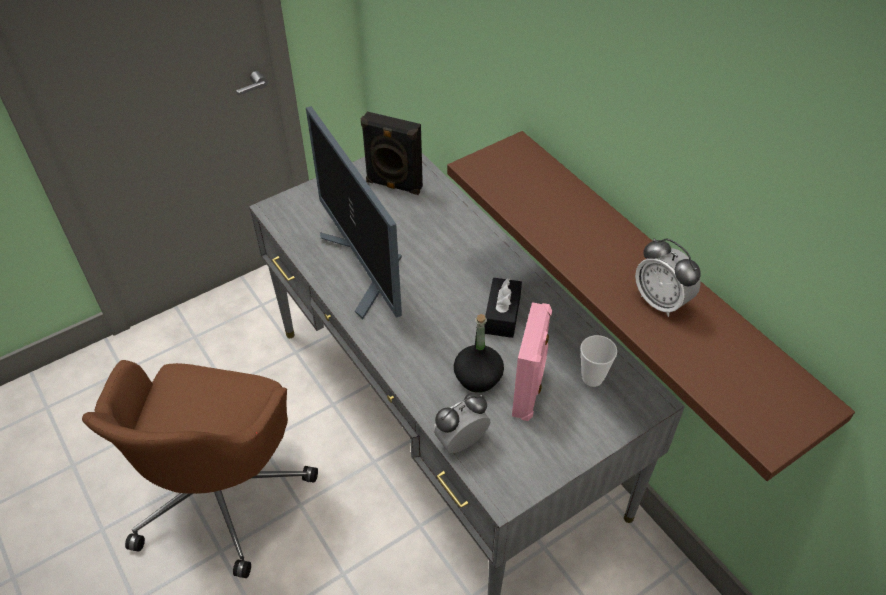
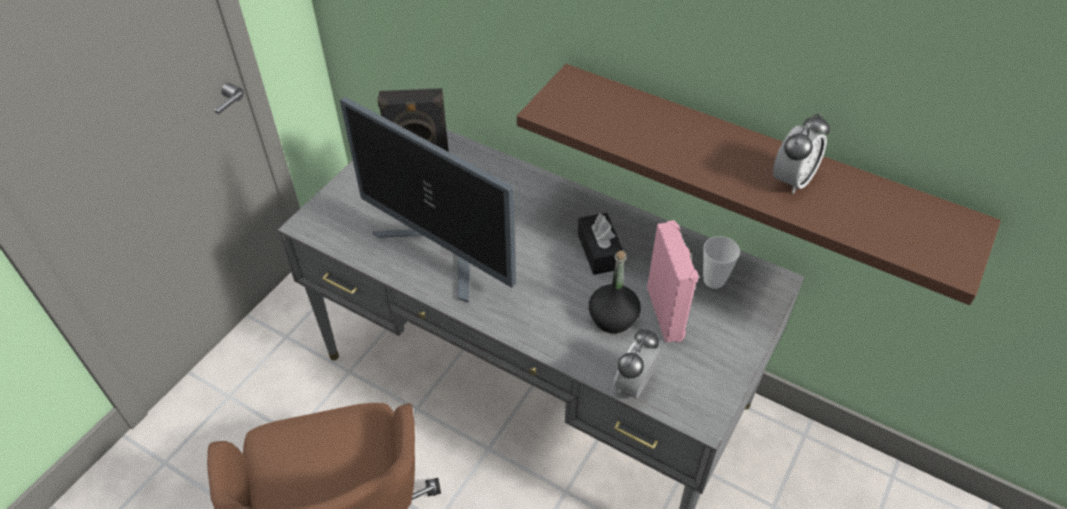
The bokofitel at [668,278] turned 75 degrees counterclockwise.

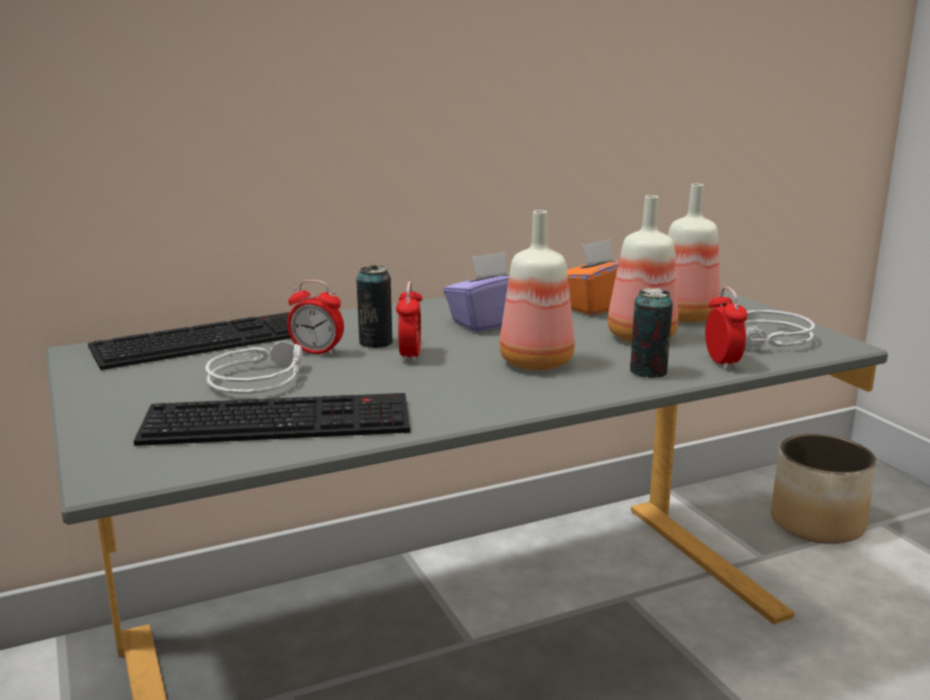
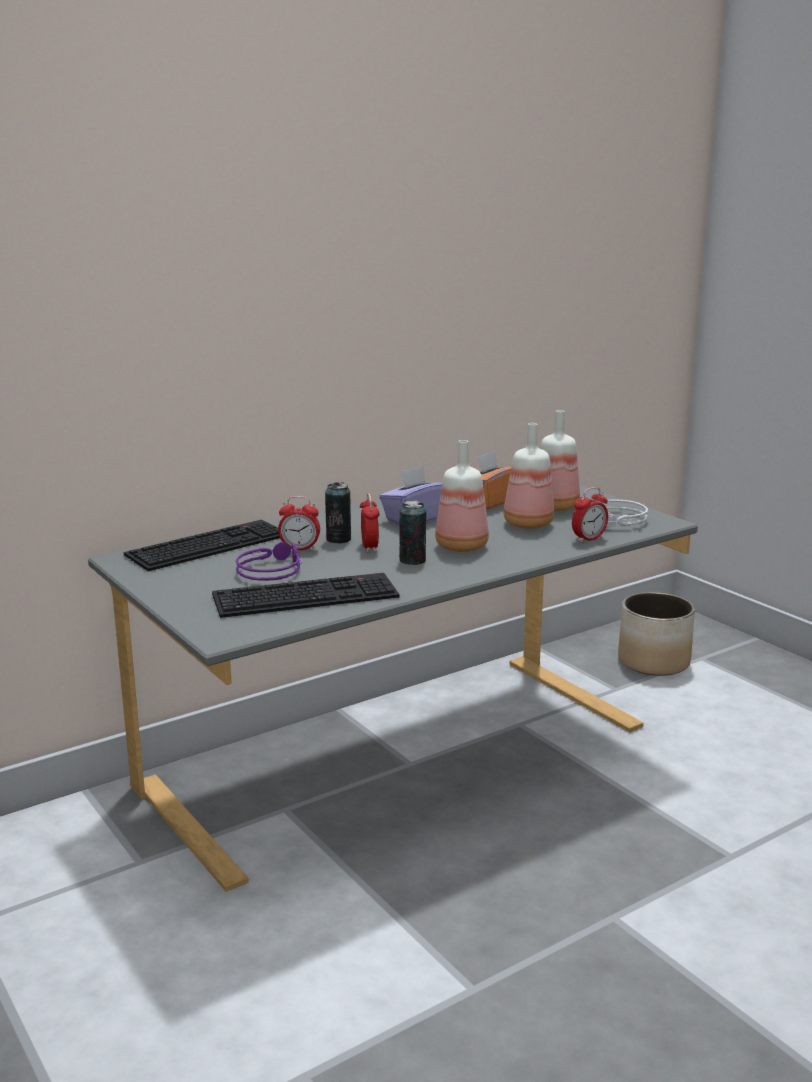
The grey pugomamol at [254,367] became the purple pugomamol at [268,561].
The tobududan moved from [651,333] to [412,533].
The bokofitel at [726,328] turned 75 degrees clockwise.

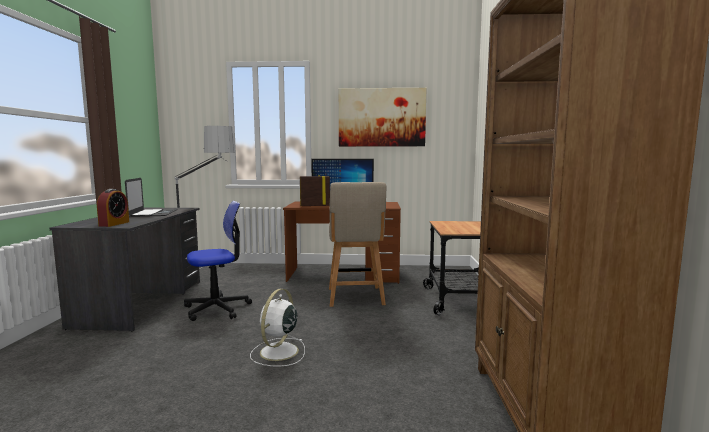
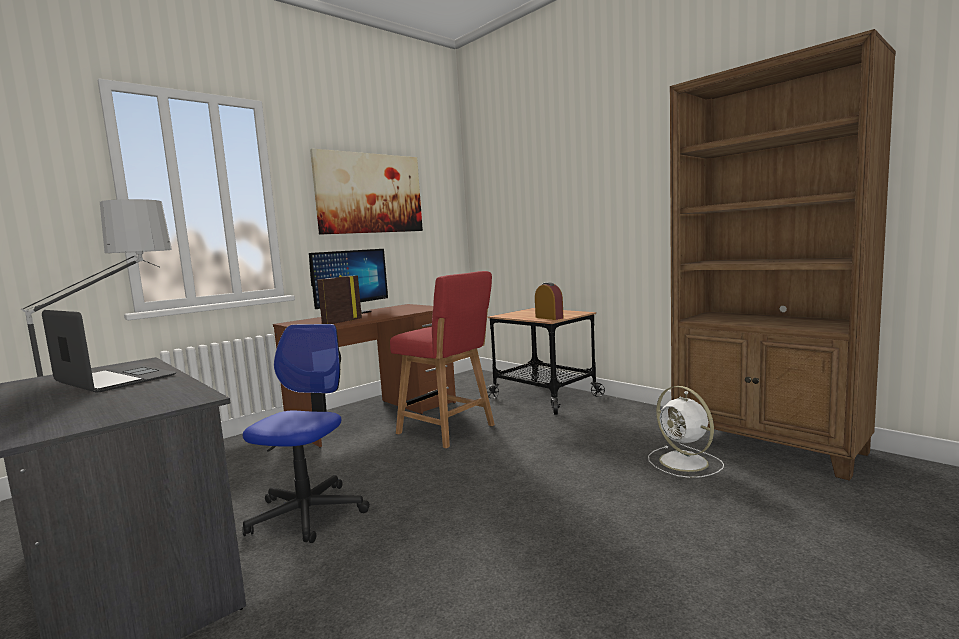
The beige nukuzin at [357,244] became the red nukuzin at [442,359].
The bokofitel moved from [113,208] to [549,301].
The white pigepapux moved from [277,328] to [686,432].

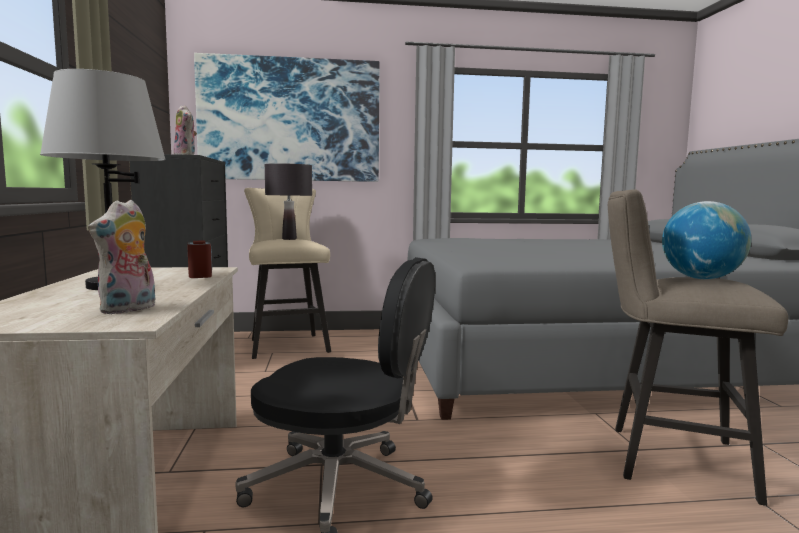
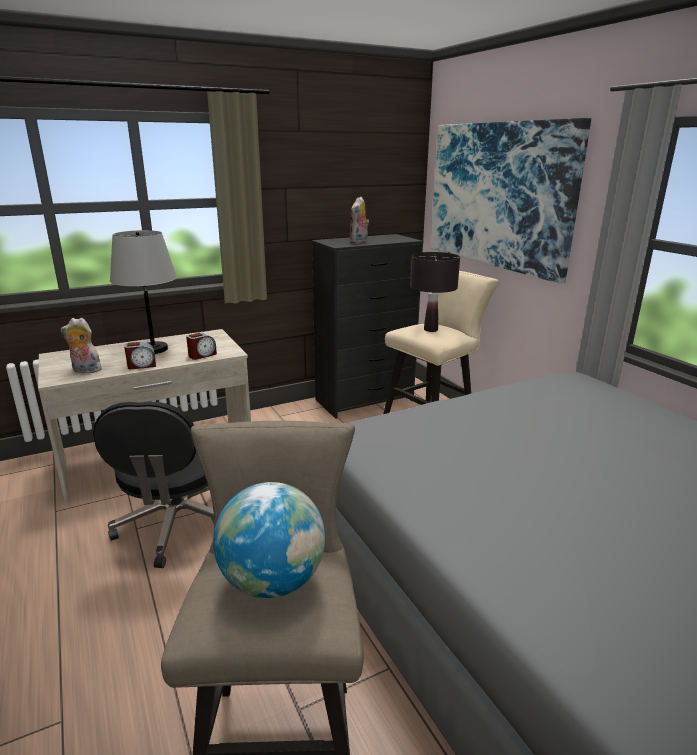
The bokofitel at [140,355] appeared.

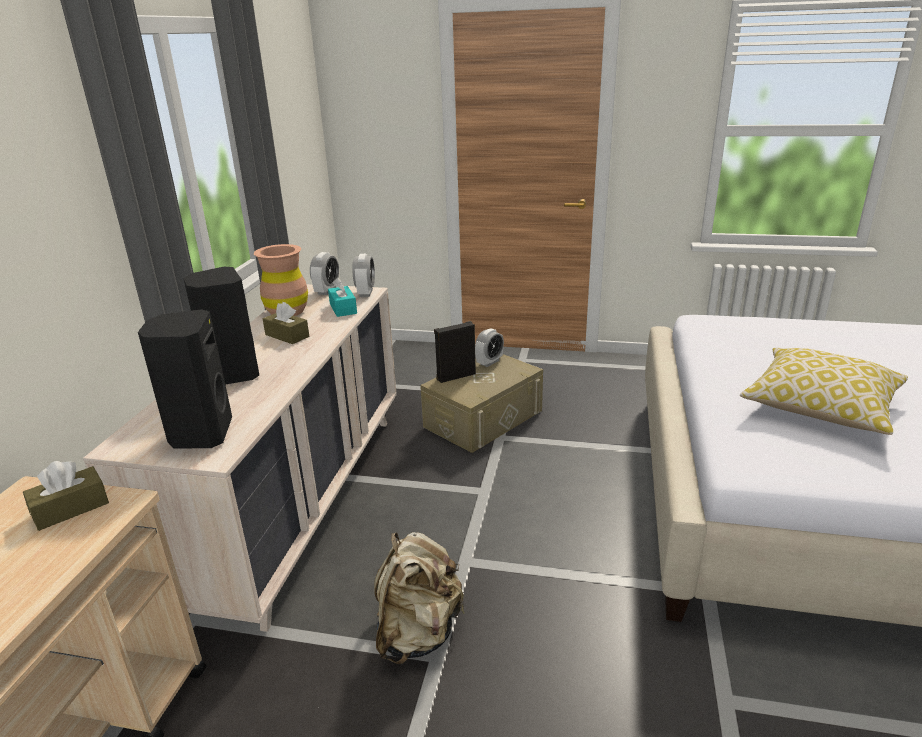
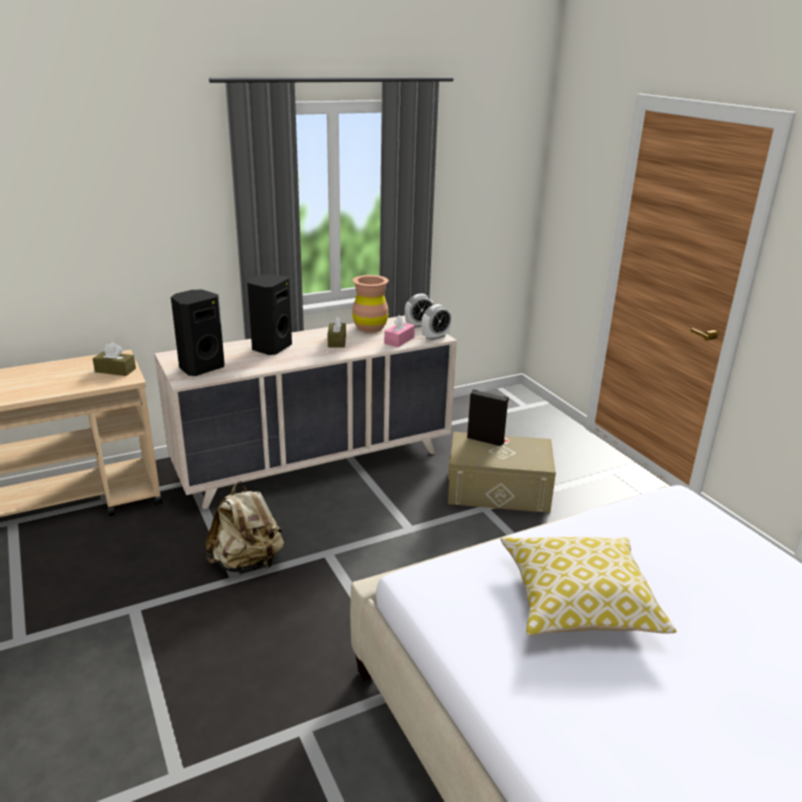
The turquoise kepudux at [342,297] became the pink kepudux at [399,331].
The bokofitel at [489,347] disappeared.

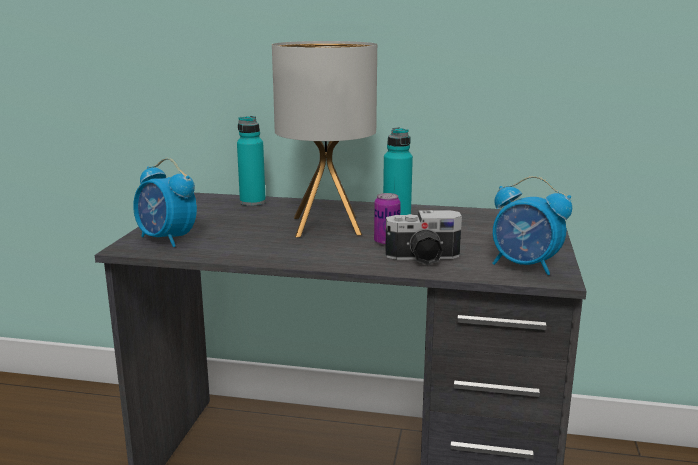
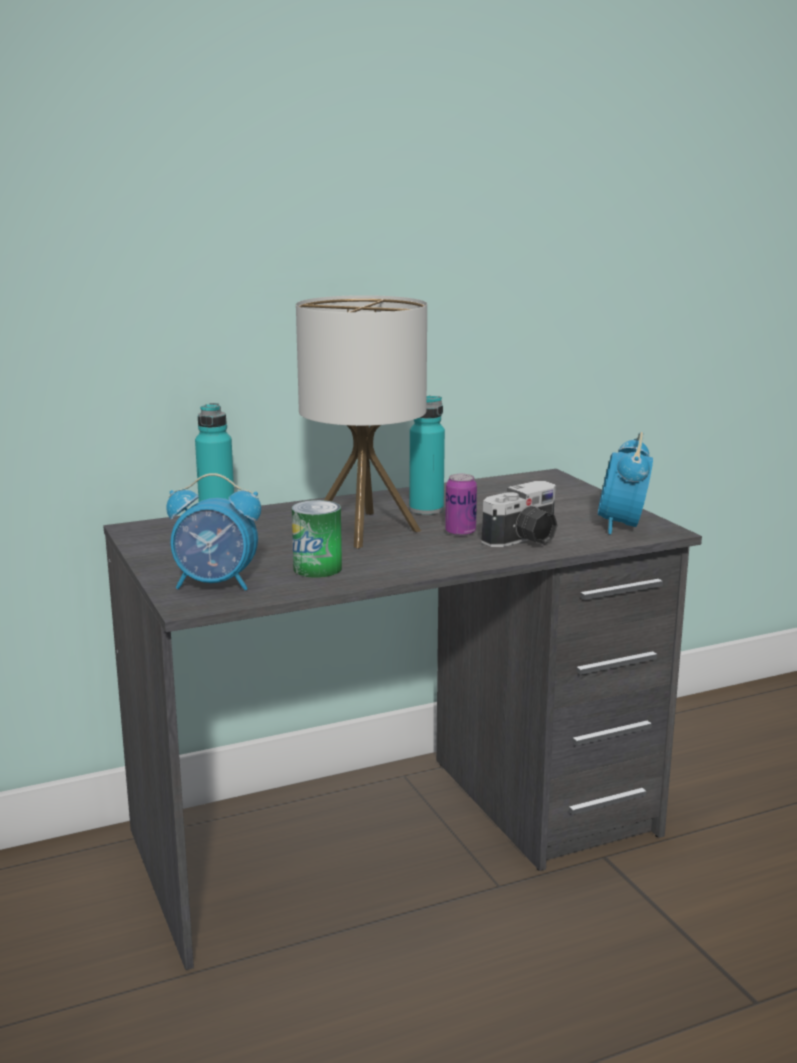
The tobududan at [317,539] appeared.
The bokofitel at [532,225] turned 105 degrees clockwise.

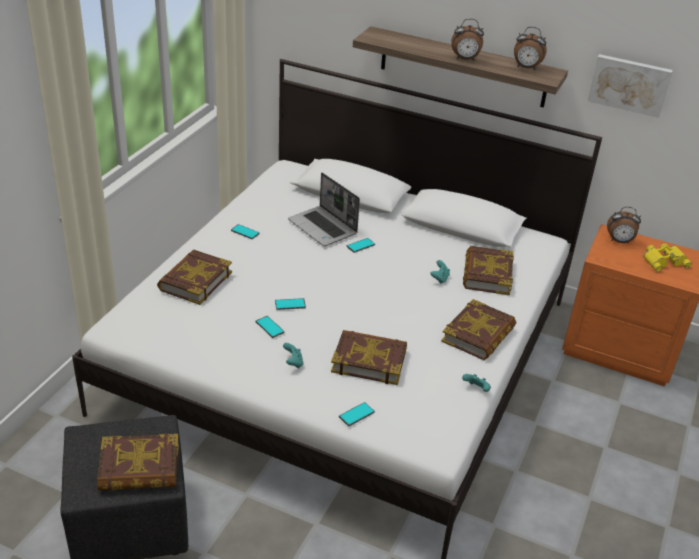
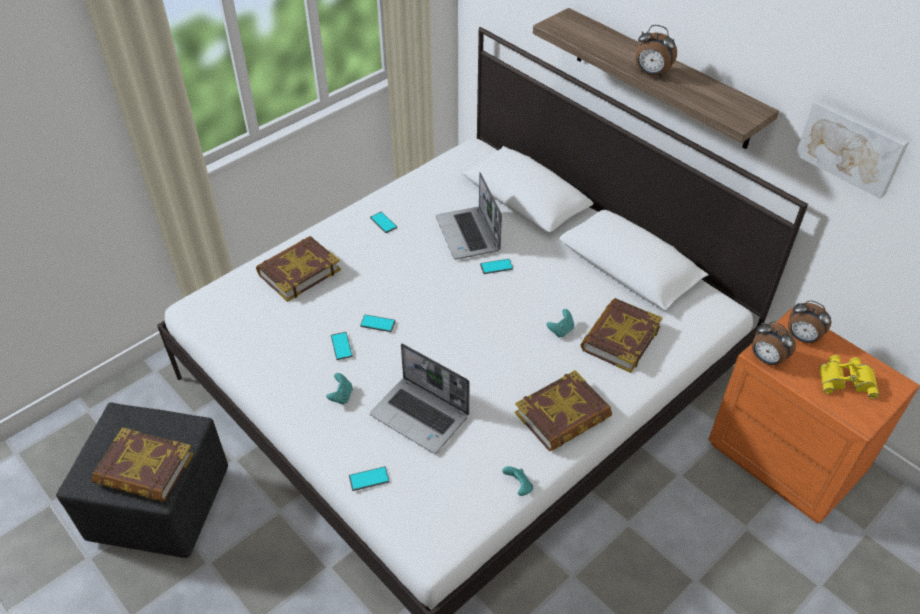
The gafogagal at [369,357] was replaced by the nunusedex at [420,398].
The bokofitel moved from [530,48] to [774,343].

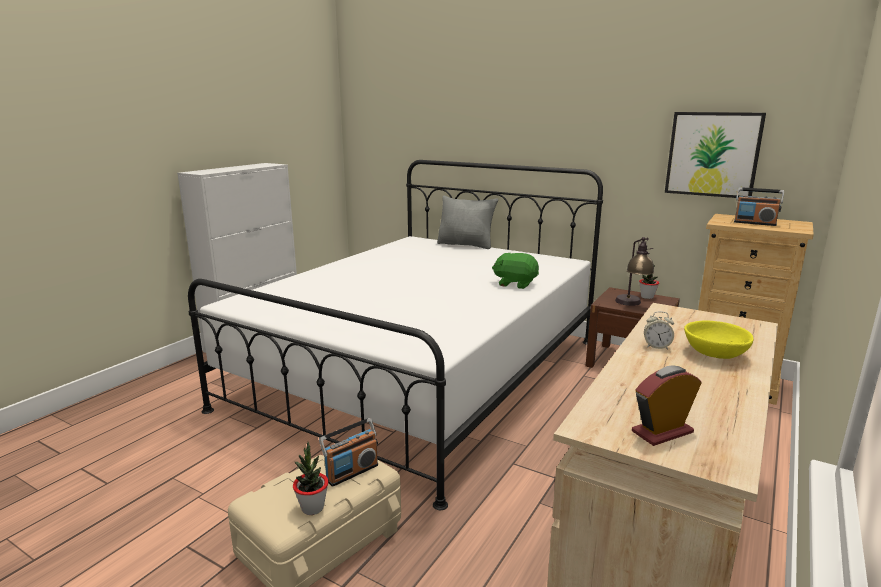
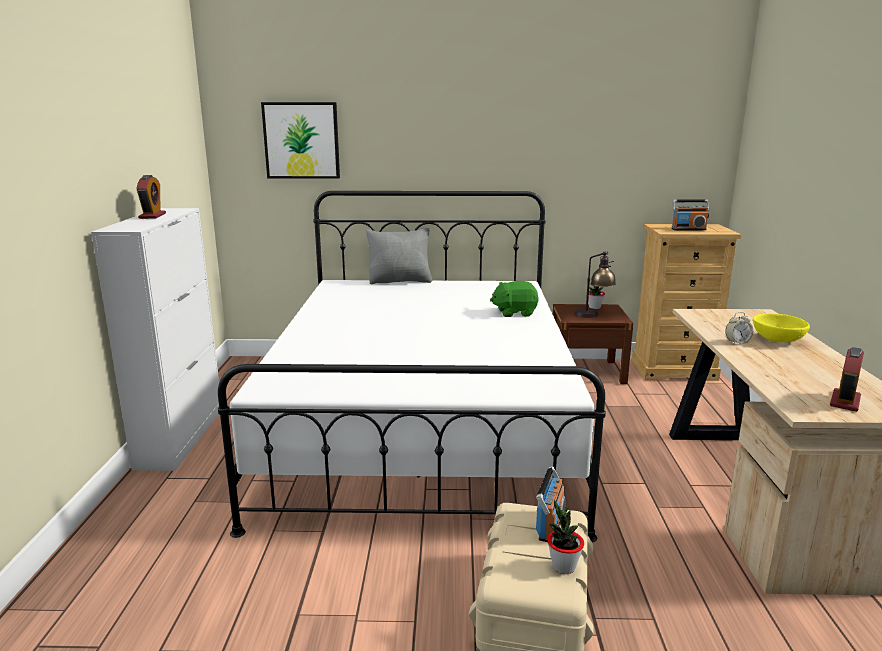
The bokofitel at [151,197] appeared.
The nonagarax moved from [715,155] to [300,140].

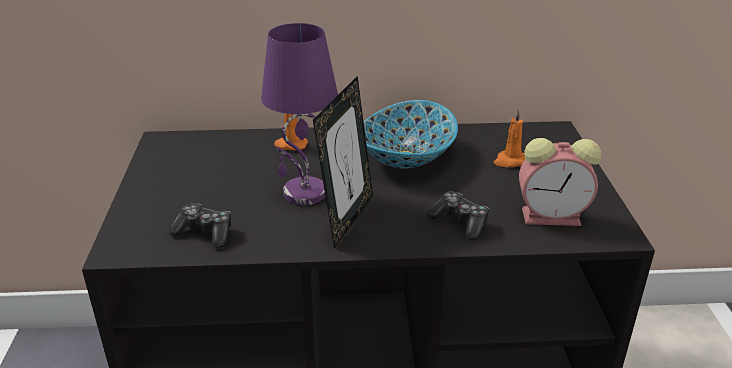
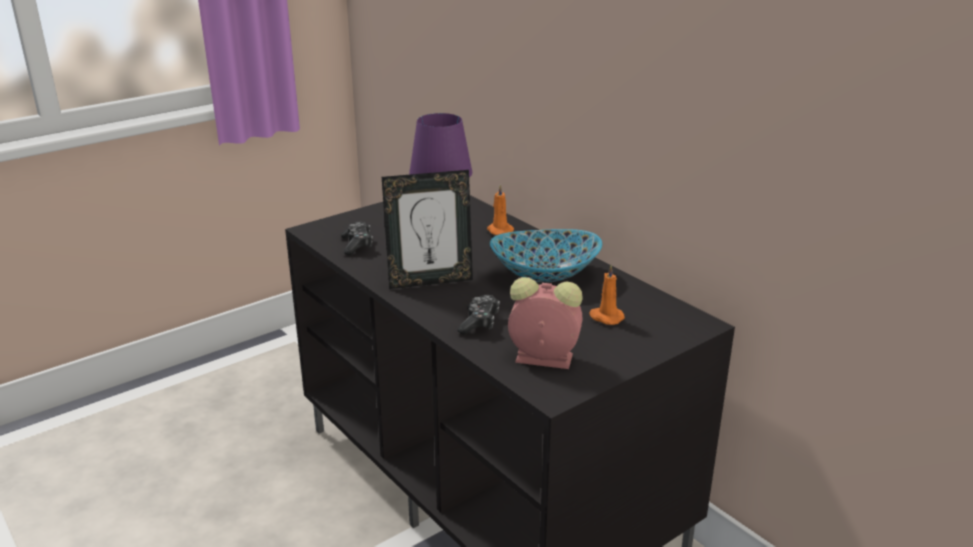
The bokofitel at [560,182] turned 135 degrees clockwise.

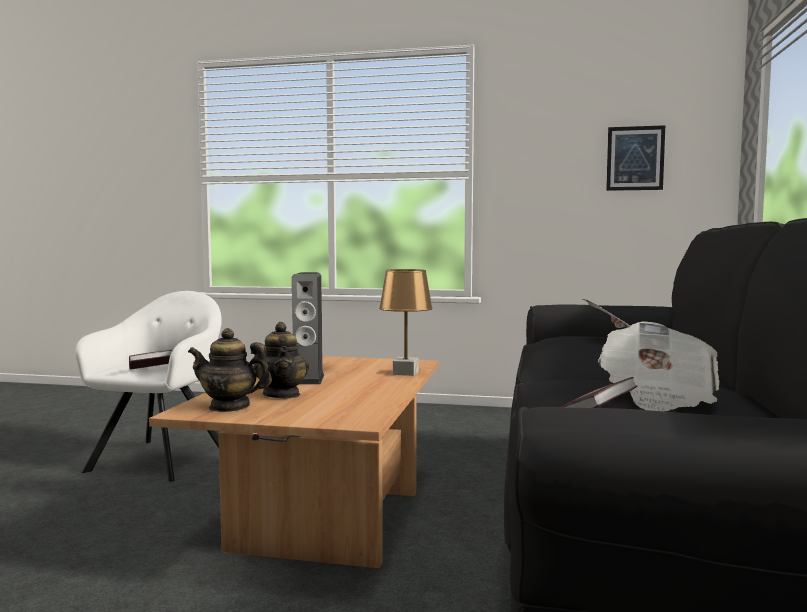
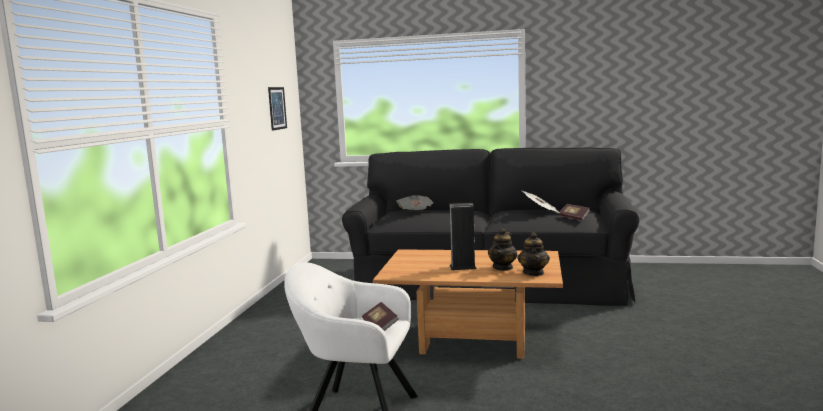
The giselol at [281,360] turned 135 degrees clockwise.
The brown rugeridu at [406,322] disappeared.

